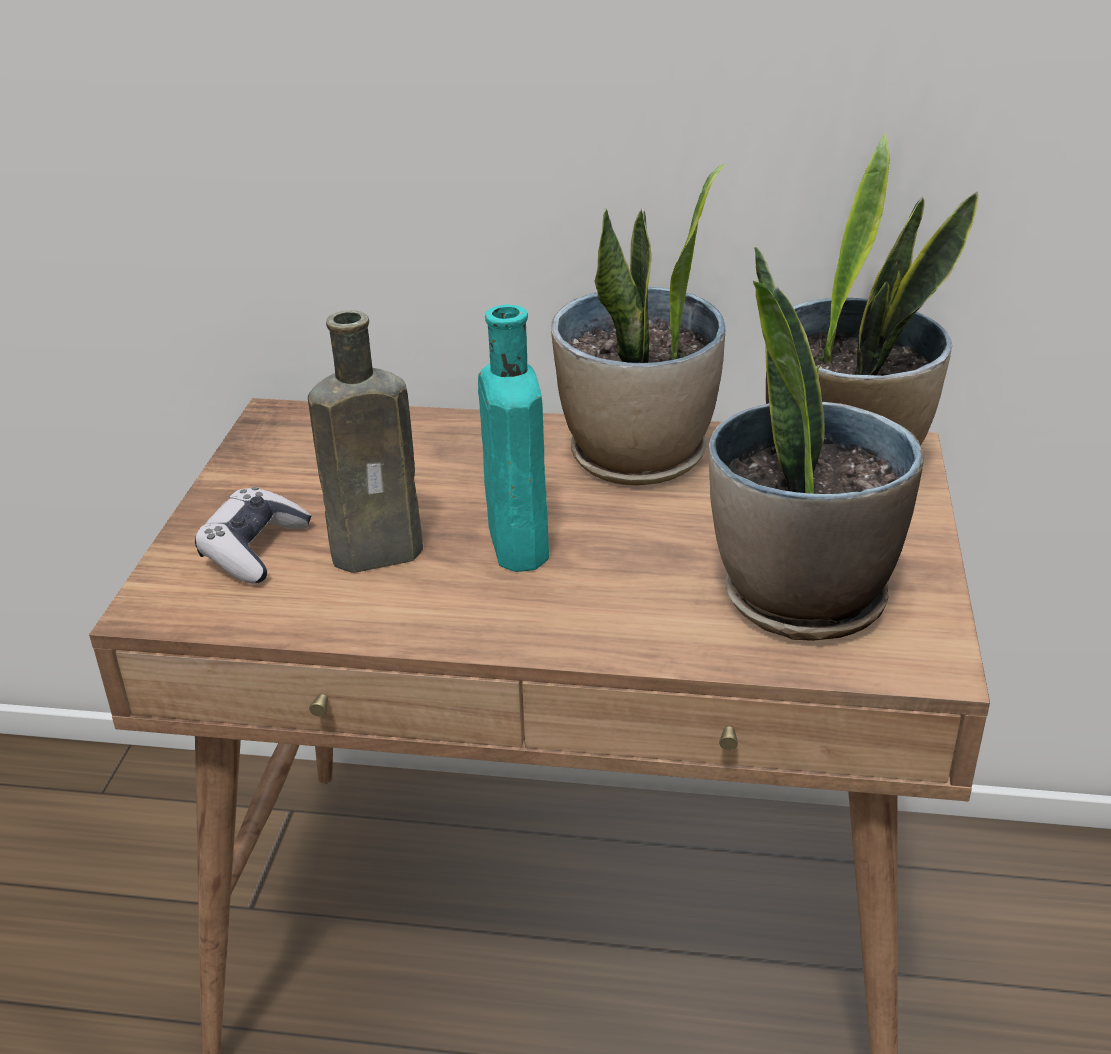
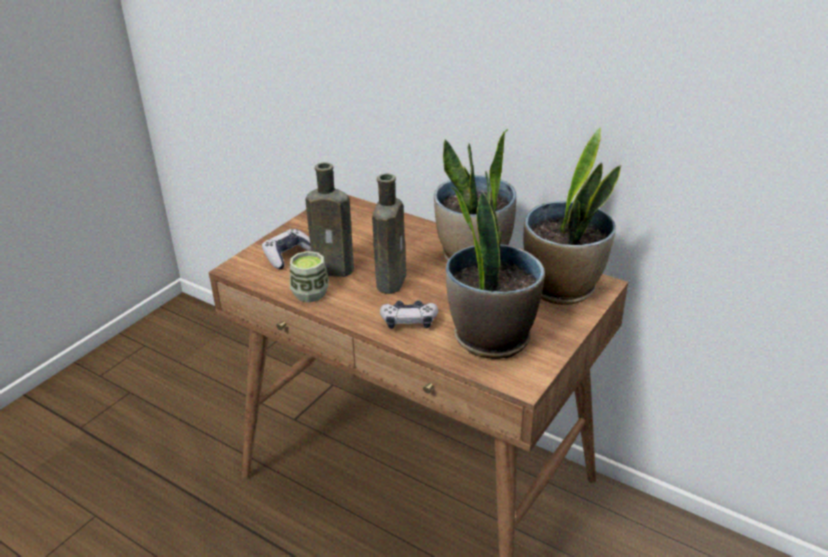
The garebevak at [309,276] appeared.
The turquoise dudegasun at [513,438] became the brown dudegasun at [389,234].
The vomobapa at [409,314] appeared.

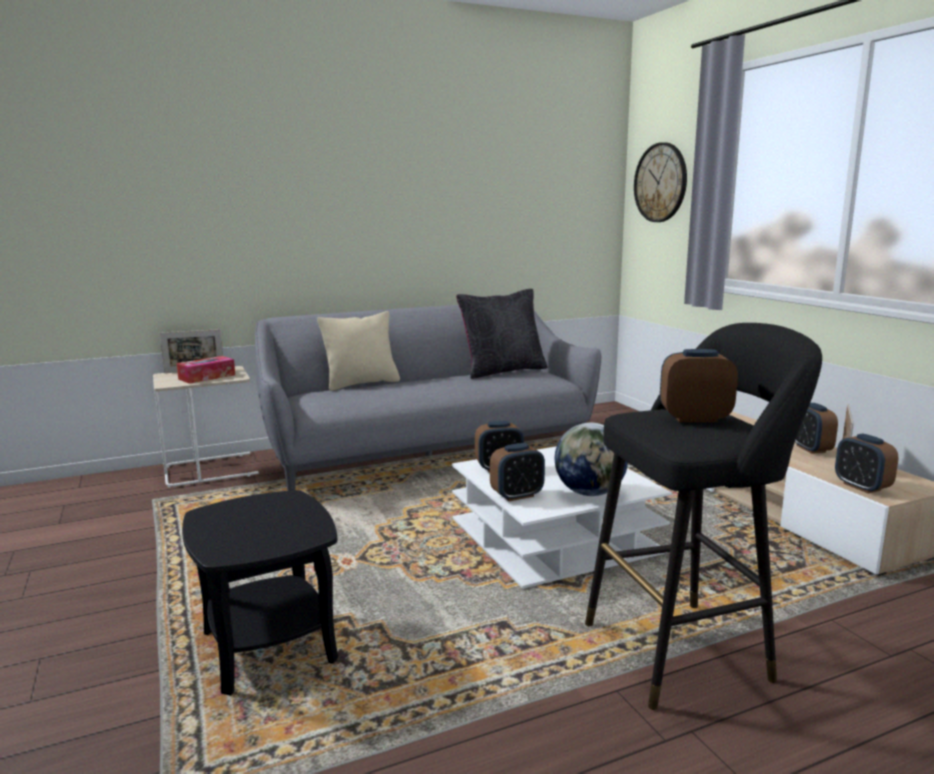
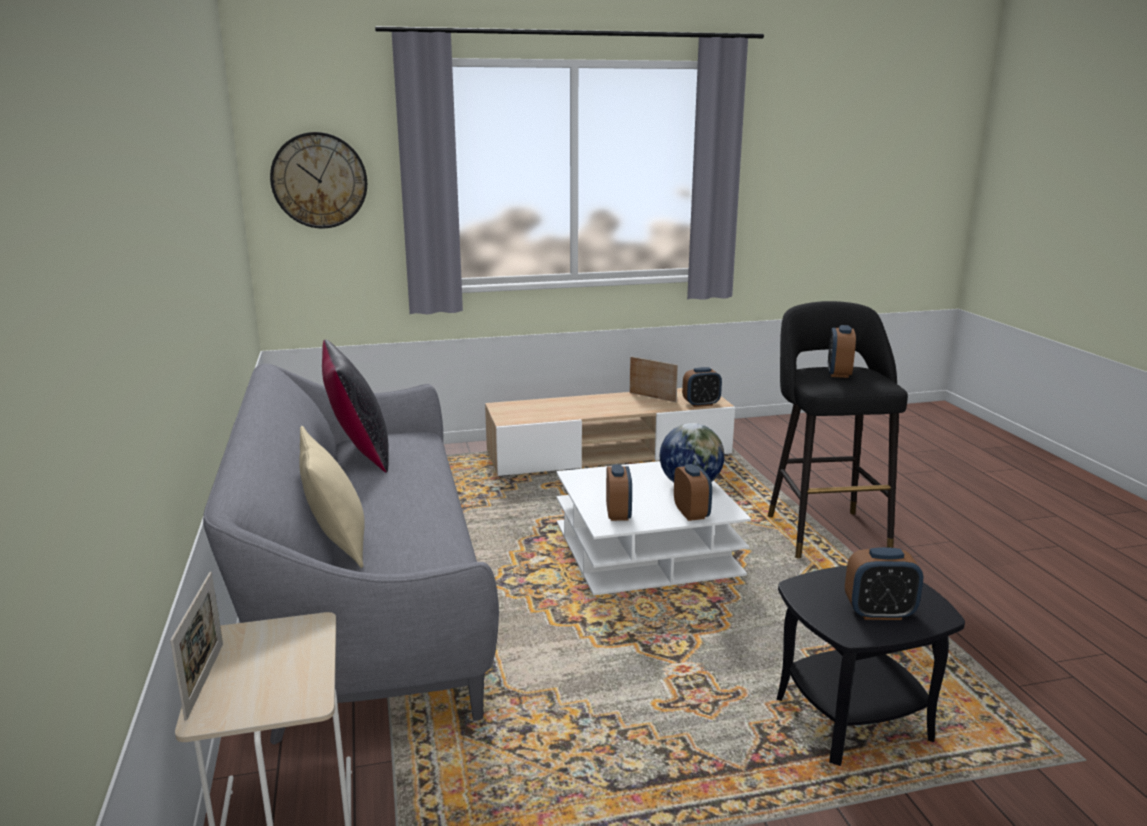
The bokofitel moved from [816,428] to [884,583].
The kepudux at [206,370] disappeared.

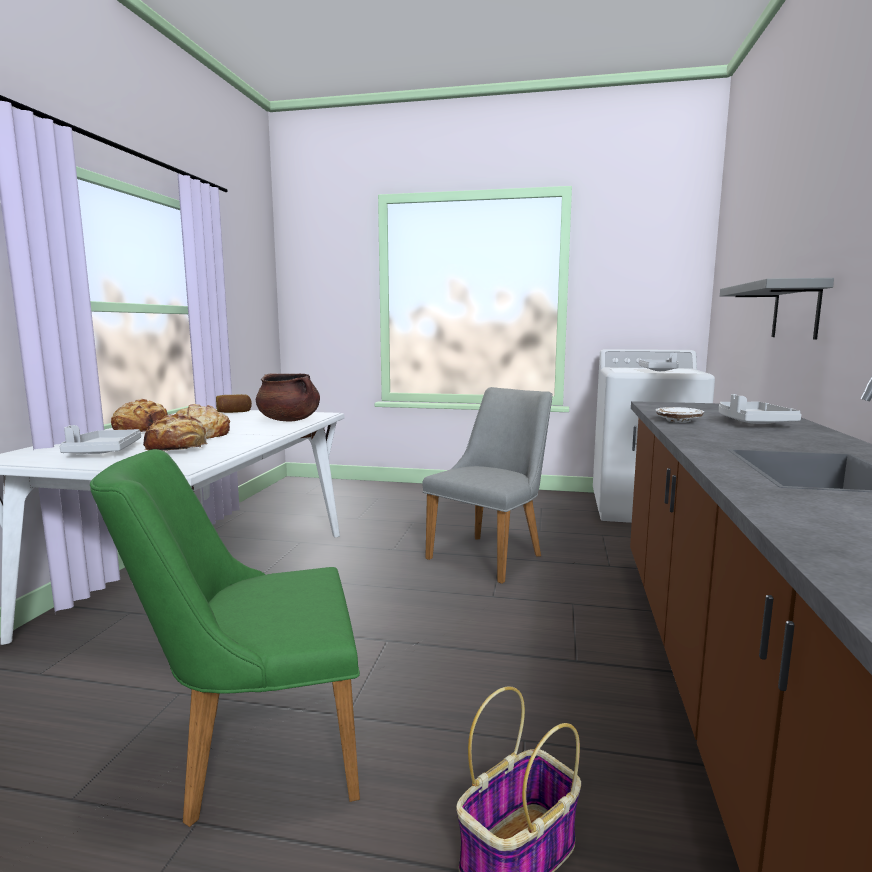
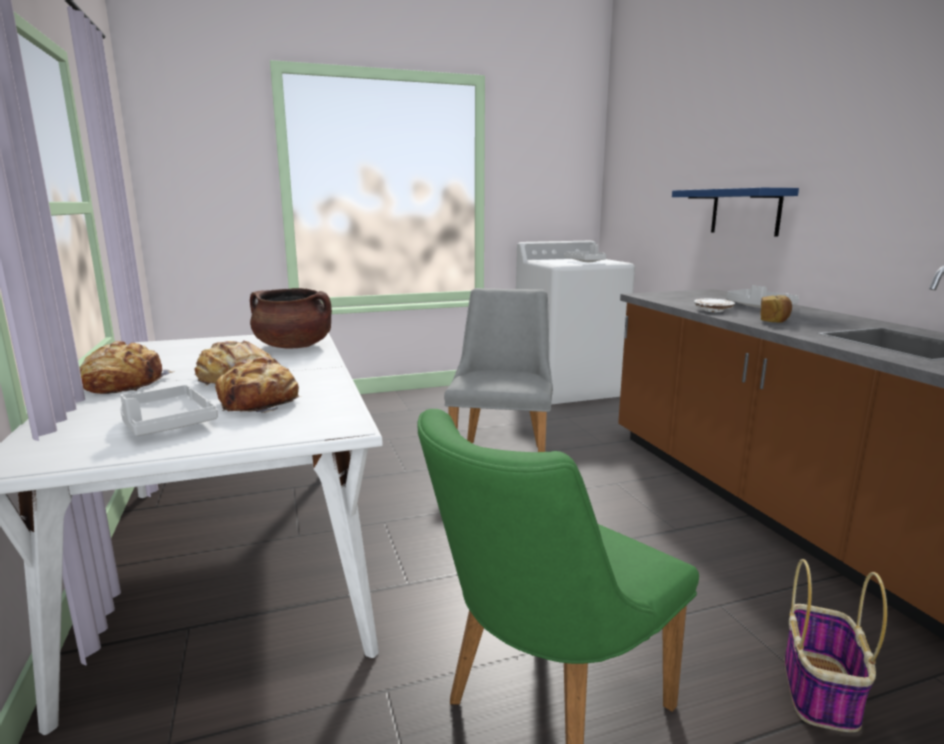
The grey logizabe at [777,308] became the blue logizabe at [735,212].
The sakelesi moved from [234,403] to [776,309].

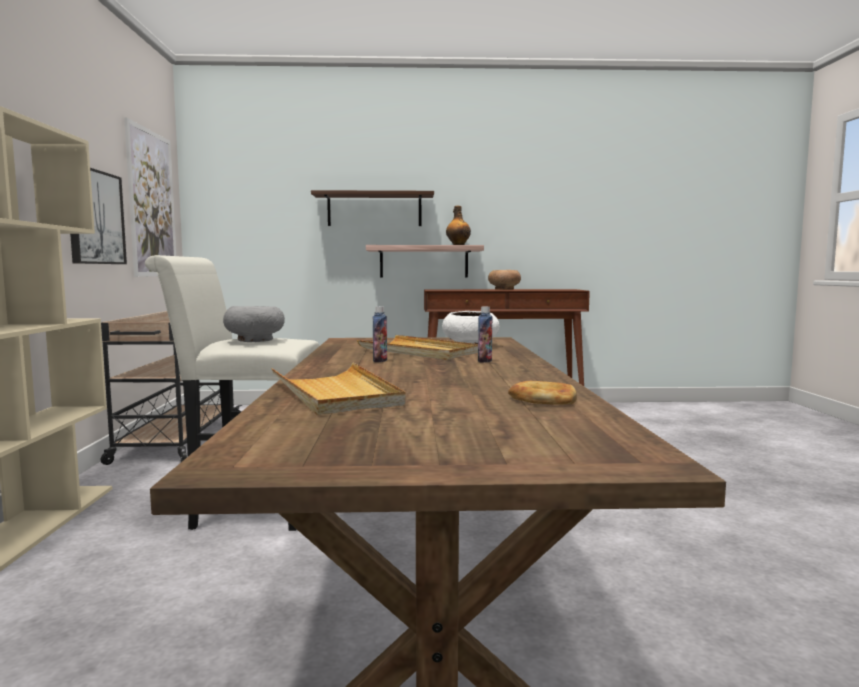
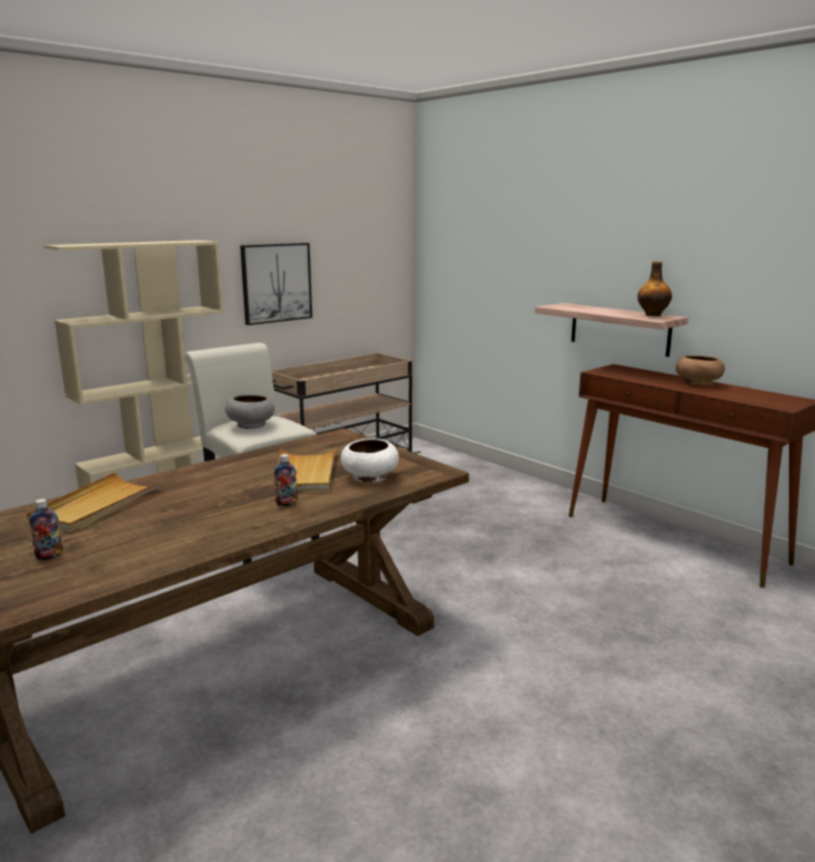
The dudegasun moved from [380,334] to [46,529].
The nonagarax at [150,197] disappeared.
The logizabe at [372,208] disappeared.
The sakelesi at [542,393] disappeared.

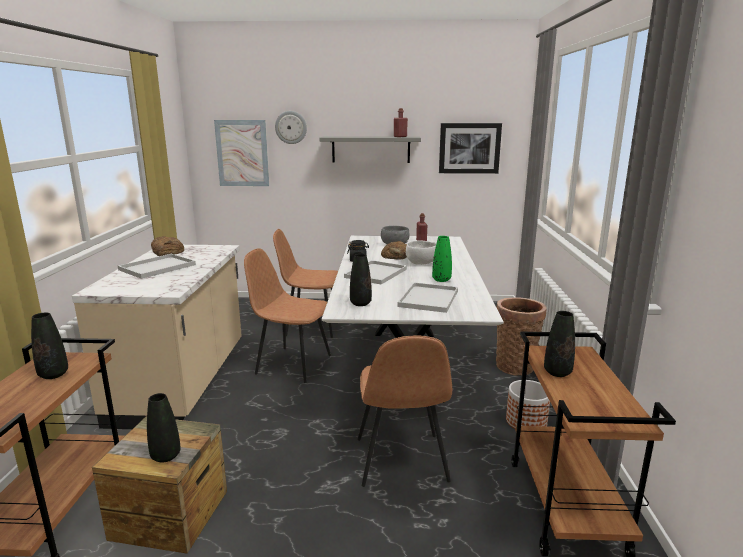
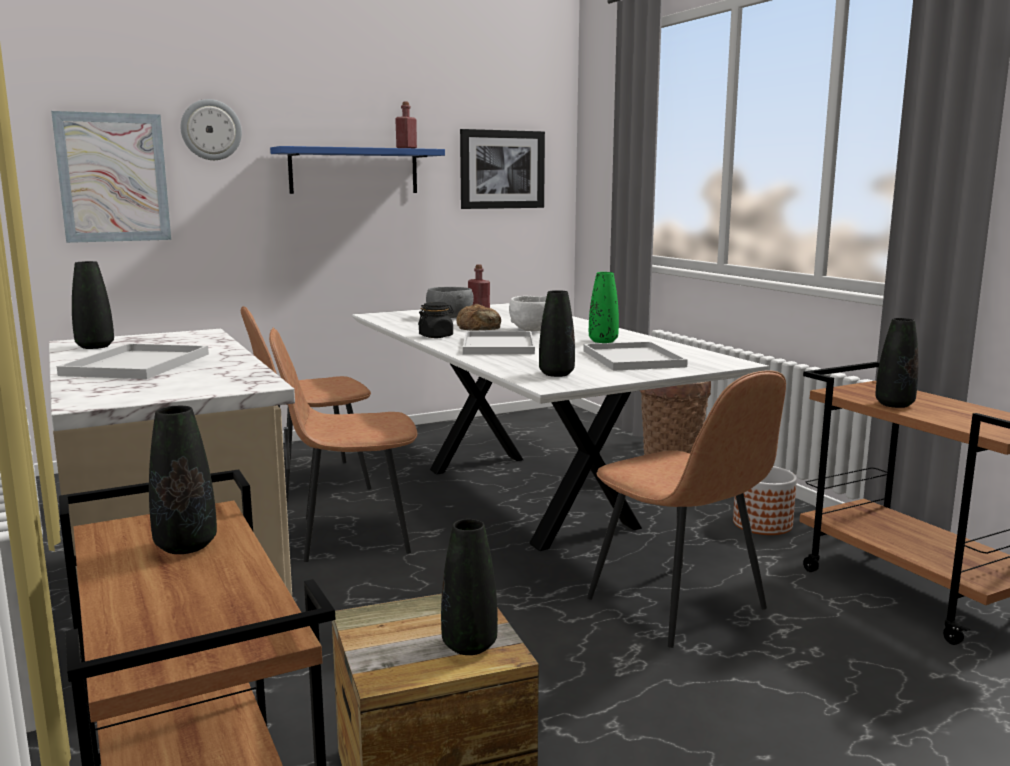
The sakelesi at [167,246] was replaced by the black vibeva at [93,305].
The grey logizabe at [370,149] became the blue logizabe at [357,170].

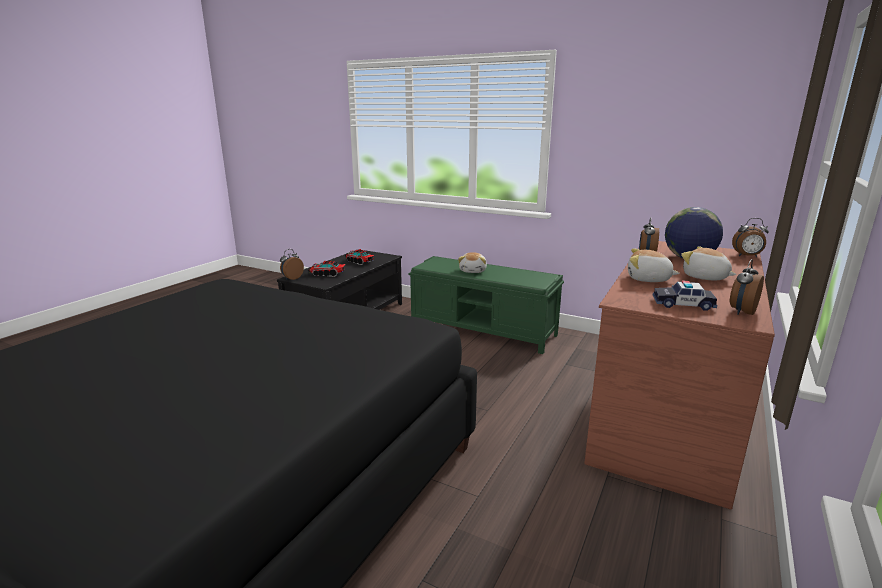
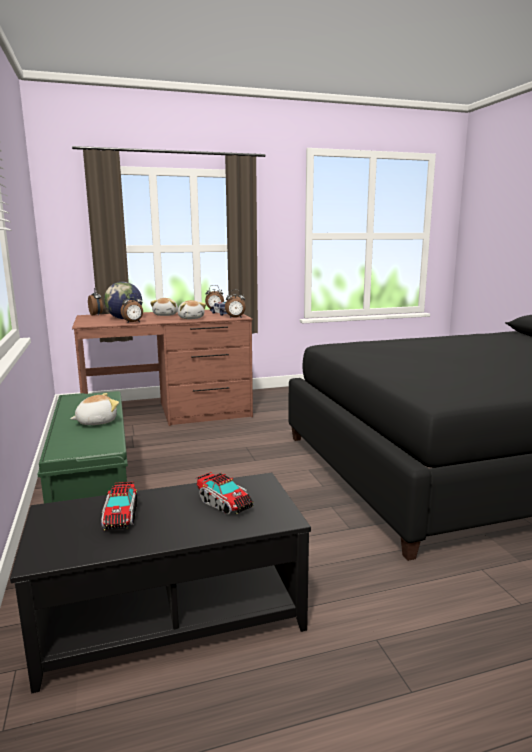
The bokofitel moved from [292,264] to [235,304].

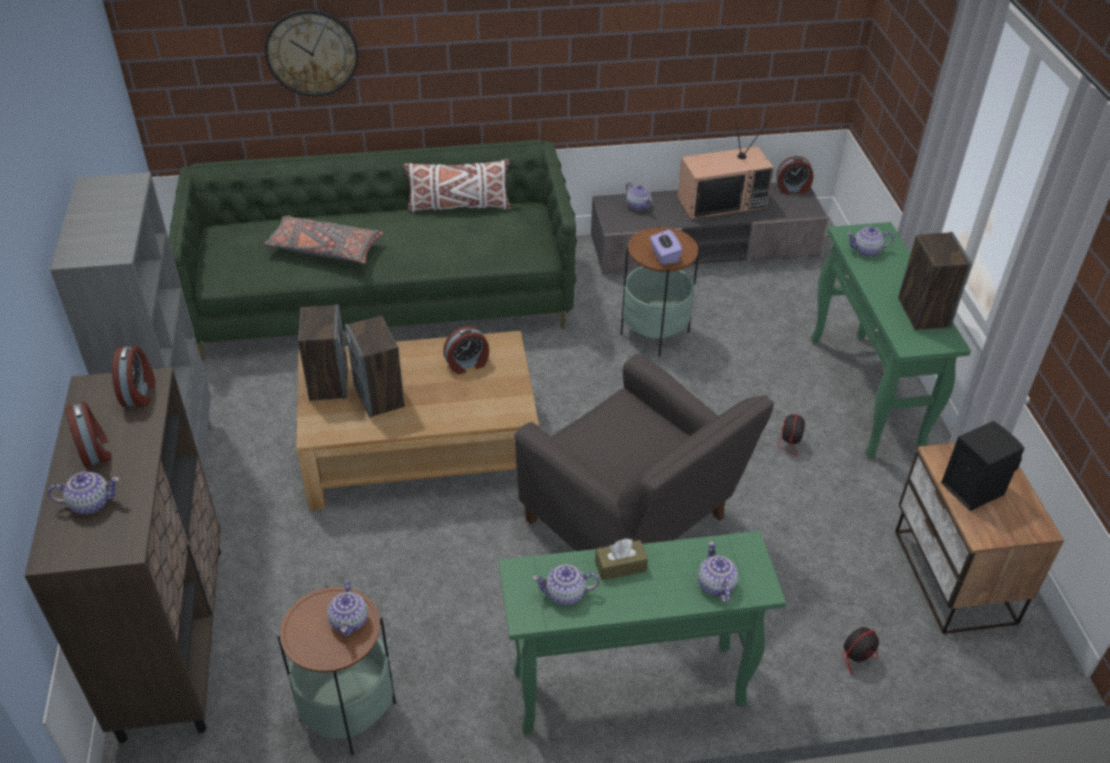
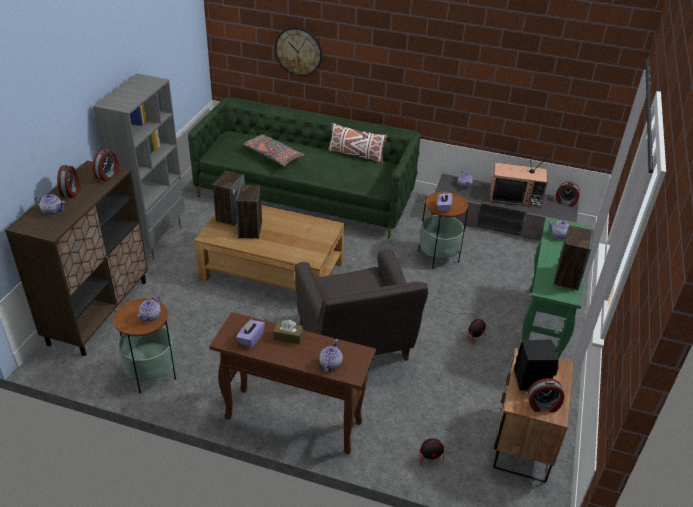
The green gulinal at [642,632] became the brown gulinal at [292,383].
The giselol at [566,585] was replaced by the purple kepudux at [250,333].
The bokofitel moved from [466,350] to [546,395].

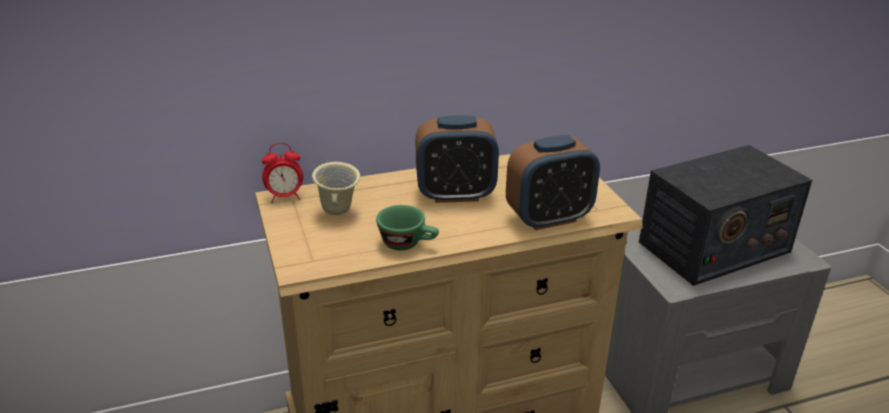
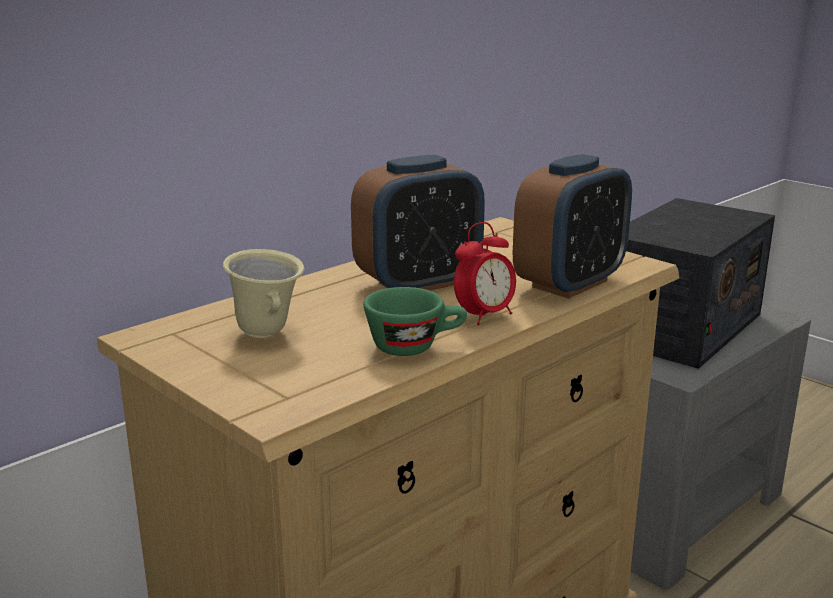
The bokofitel moved from [282,173] to [485,273].

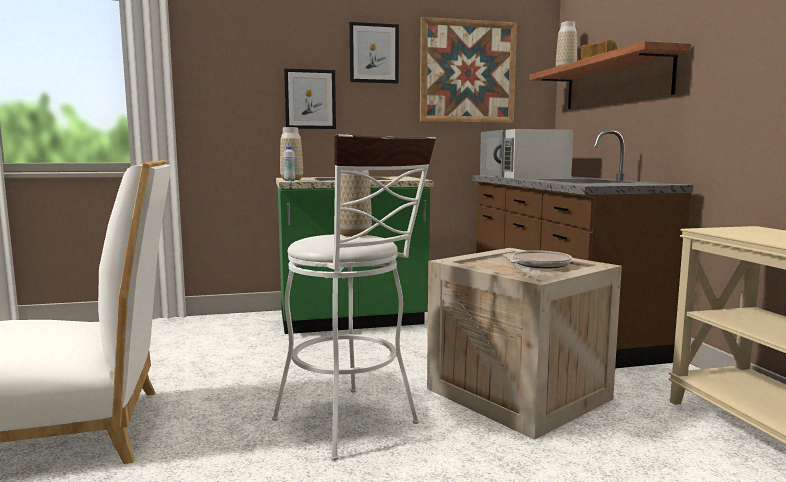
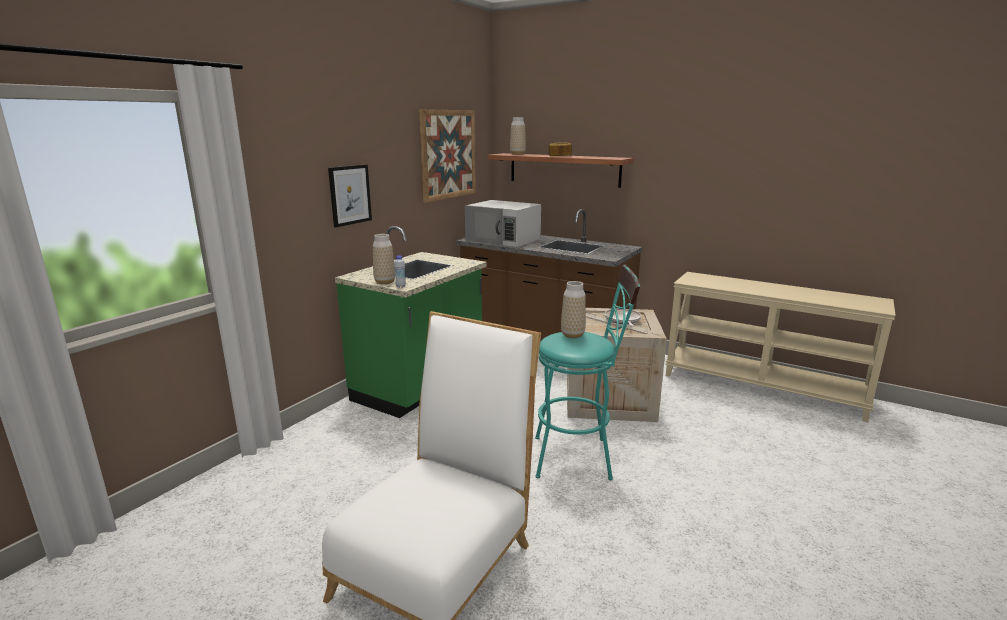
The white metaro at [354,297] became the turquoise metaro at [587,372].
The nonagarax at [374,53] disappeared.

